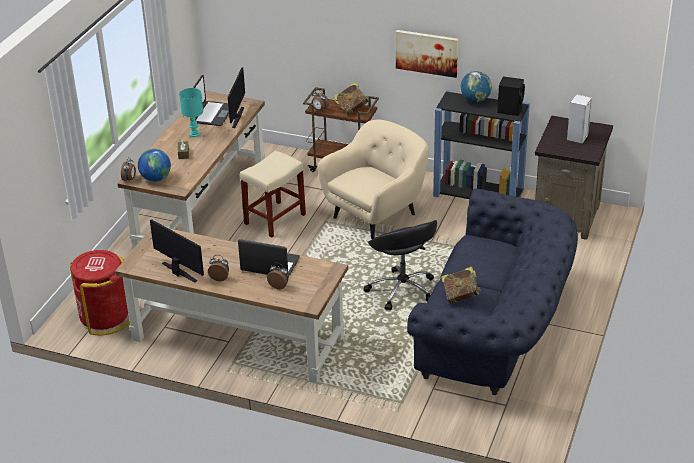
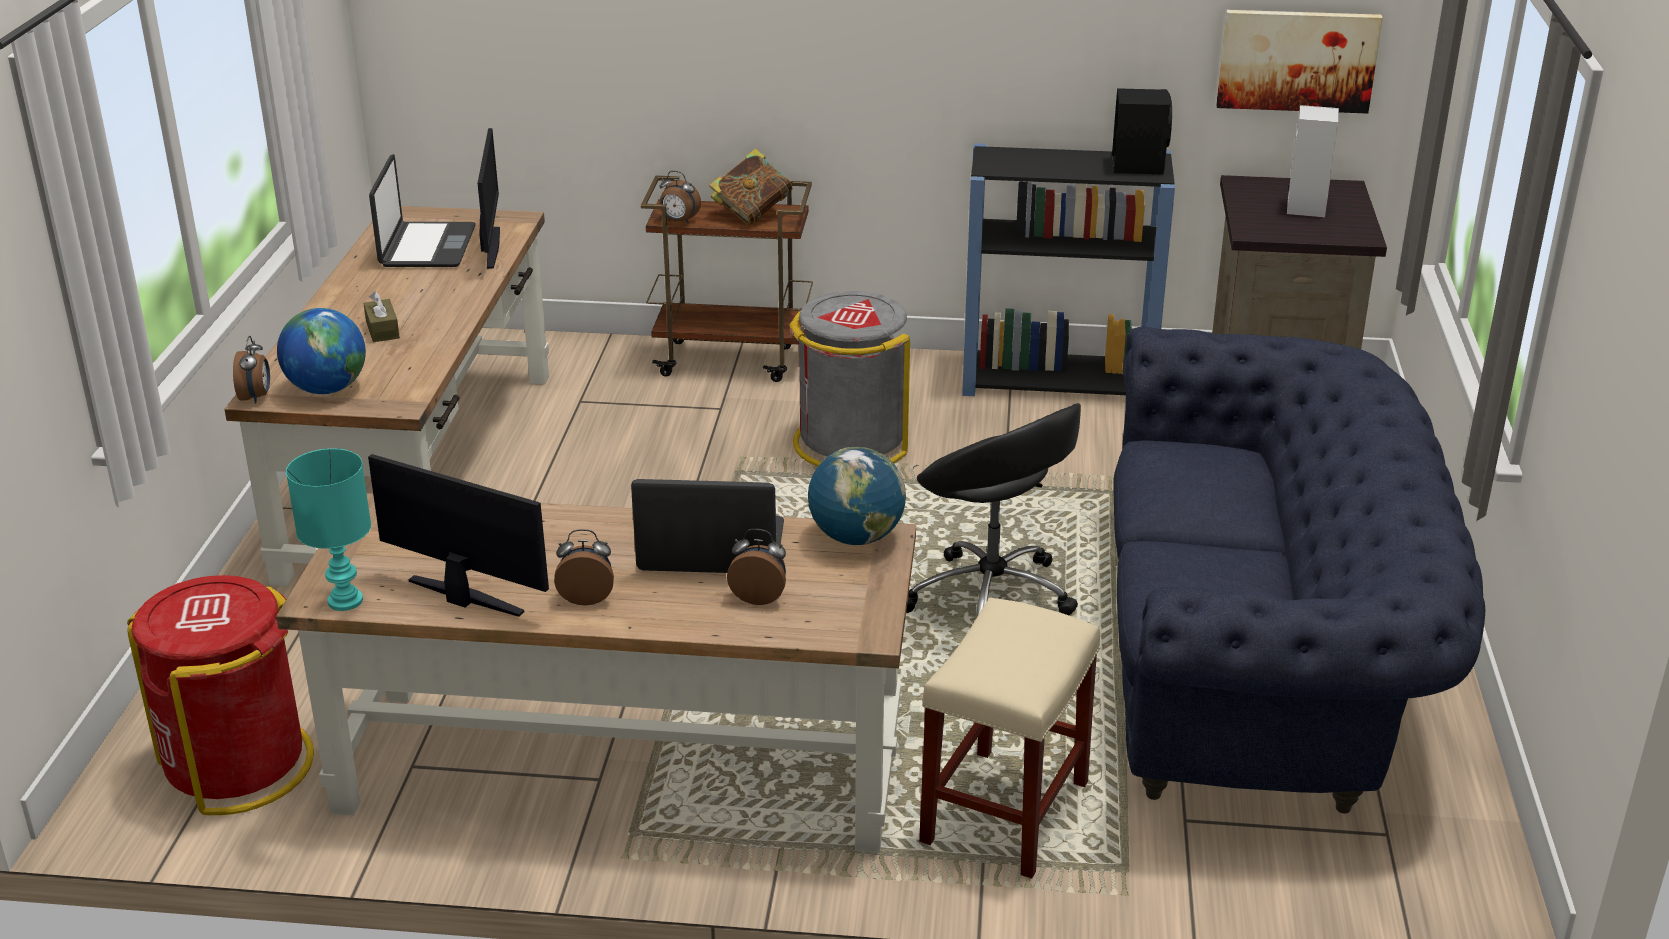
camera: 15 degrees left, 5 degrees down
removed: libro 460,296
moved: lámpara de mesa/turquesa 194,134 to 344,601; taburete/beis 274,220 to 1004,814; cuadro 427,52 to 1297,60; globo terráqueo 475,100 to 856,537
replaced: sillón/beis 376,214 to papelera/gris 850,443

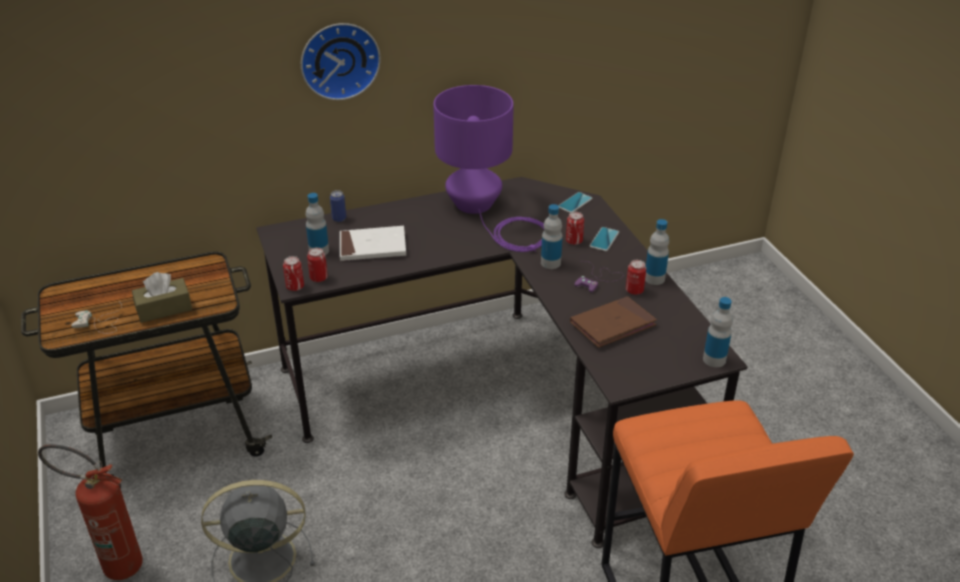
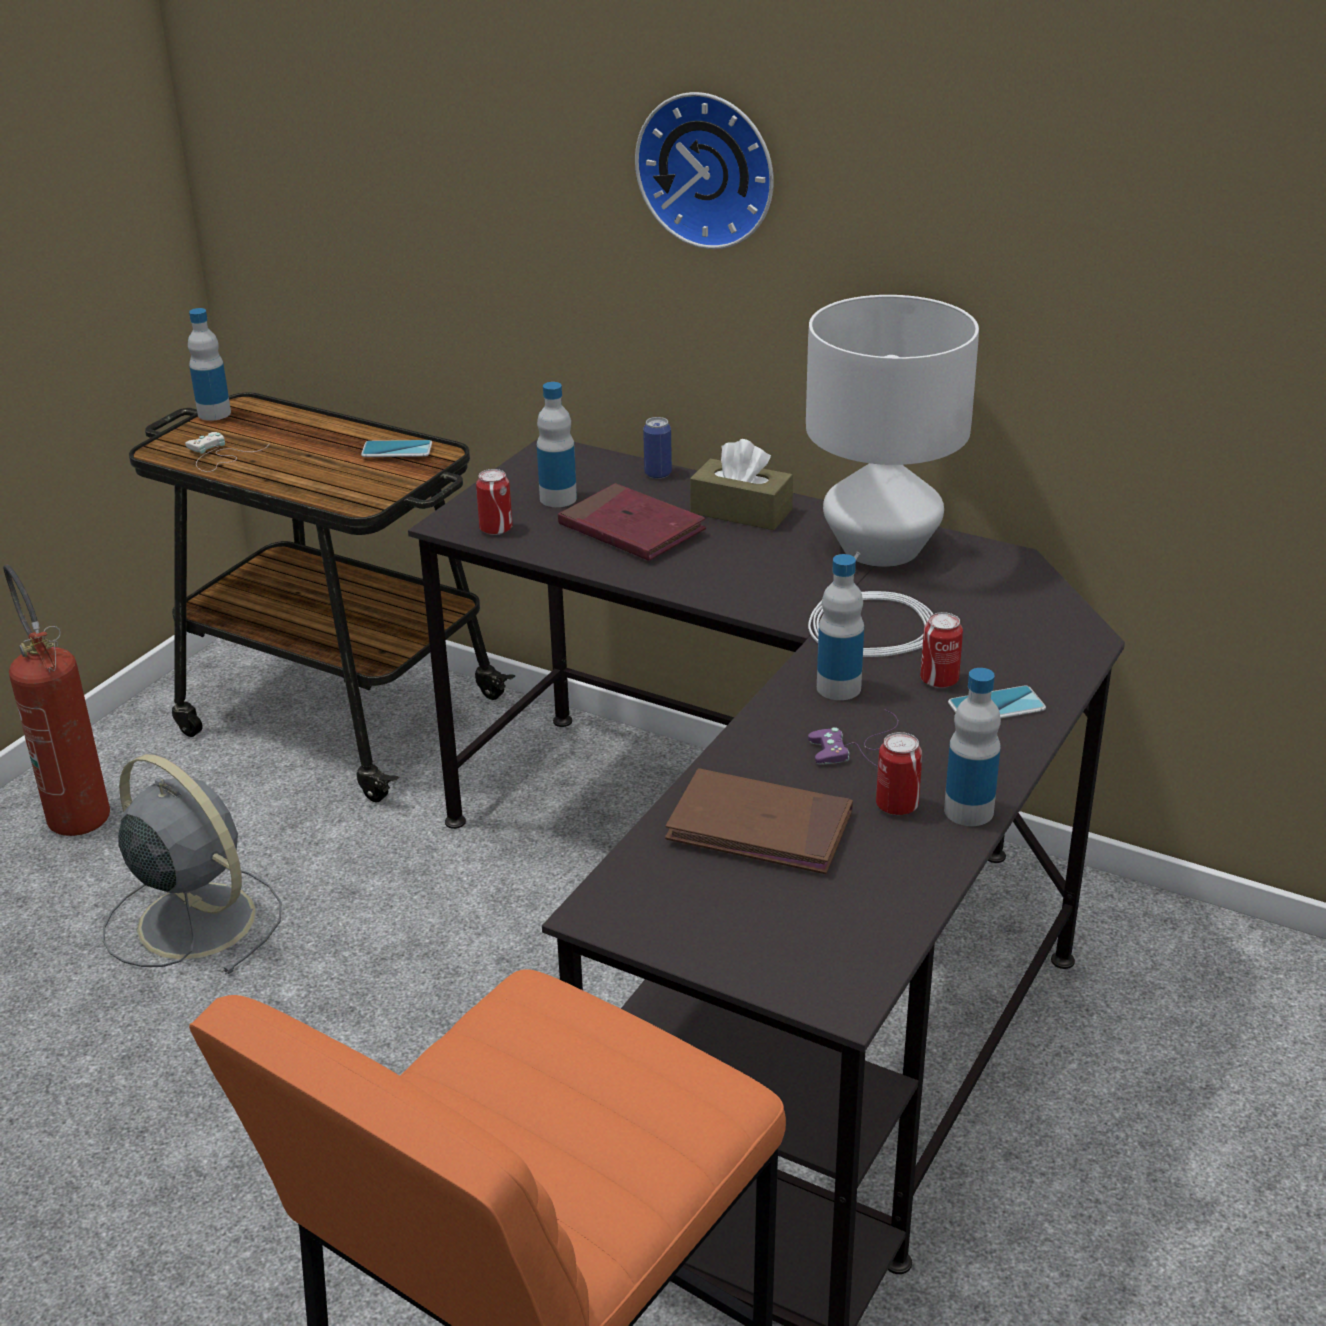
camera: 50 degrees right, 5 degrees down
removed: lata 295,287
moved: caja de pañuelos/marrón 164,308 to 741,511; móvil 575,203 to 397,450; botella 714,359 to 214,413
recoloured: libro/blanco 373,247 to libro/rojo 631,529; lámpara de mesa/morado 491,215 to lámpara de mesa/gris 877,577

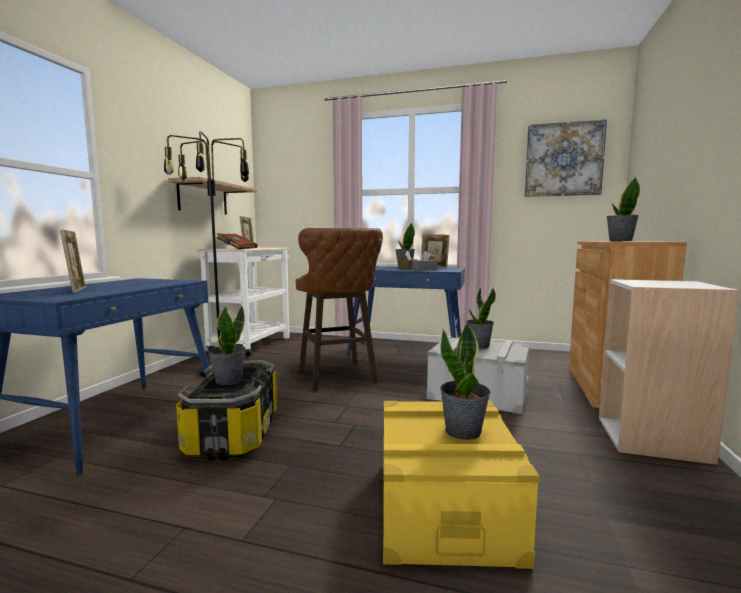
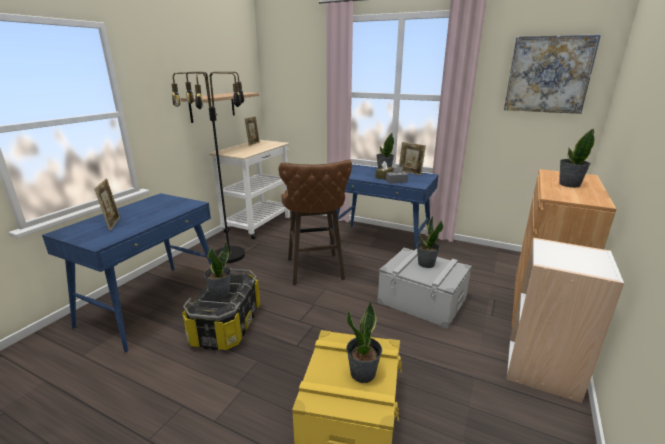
camera: 10 degrees right, 15 degrees up
removed: libro/marrón 236,248

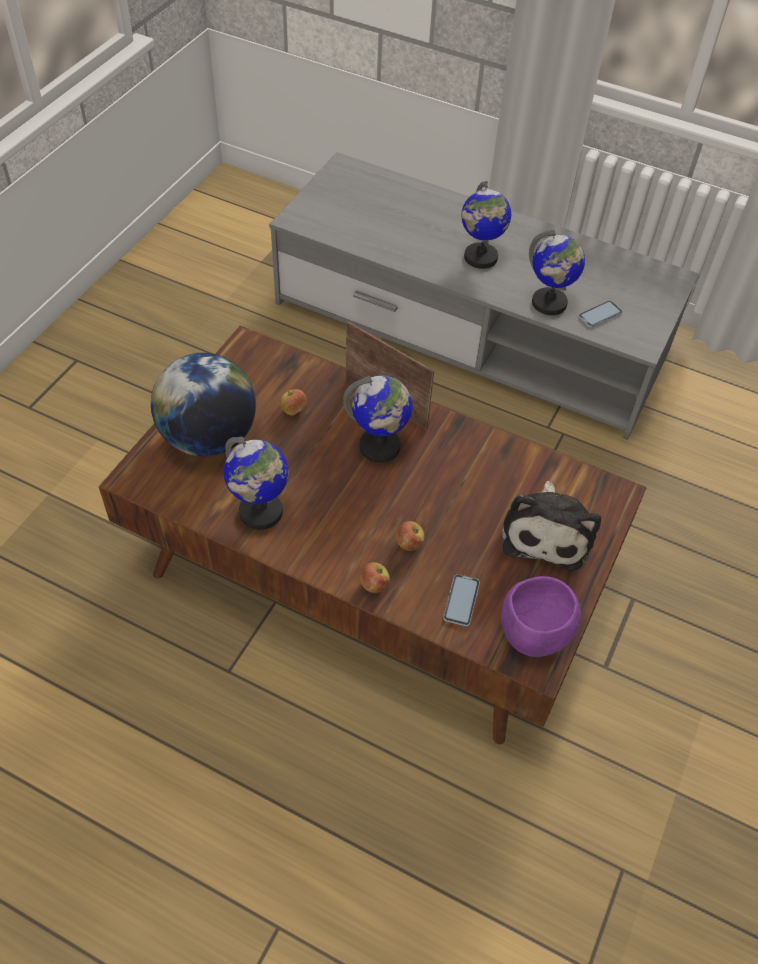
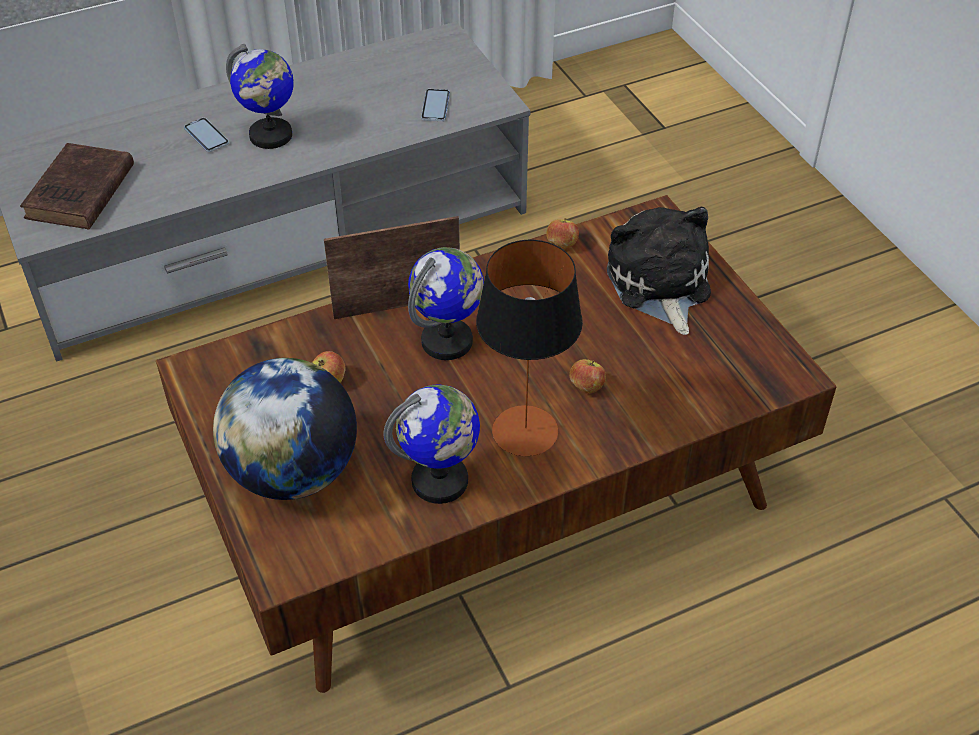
camera: 50 degrees left, 5 degrees down
removed: cuenco/morado 532,634; globo terráqueo 549,303
added: libro/marrón 79,194; lámpara de mesa 525,431
moved: manzana 374,585 to 562,244; móvil 461,601 to 206,136
turned: peluche 547,532 = 659,284 150 degrees counterclockwise

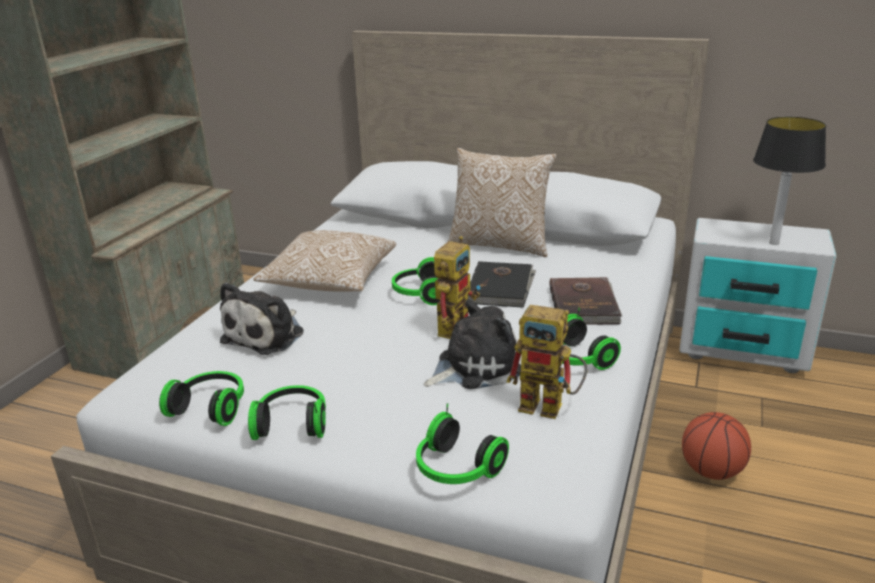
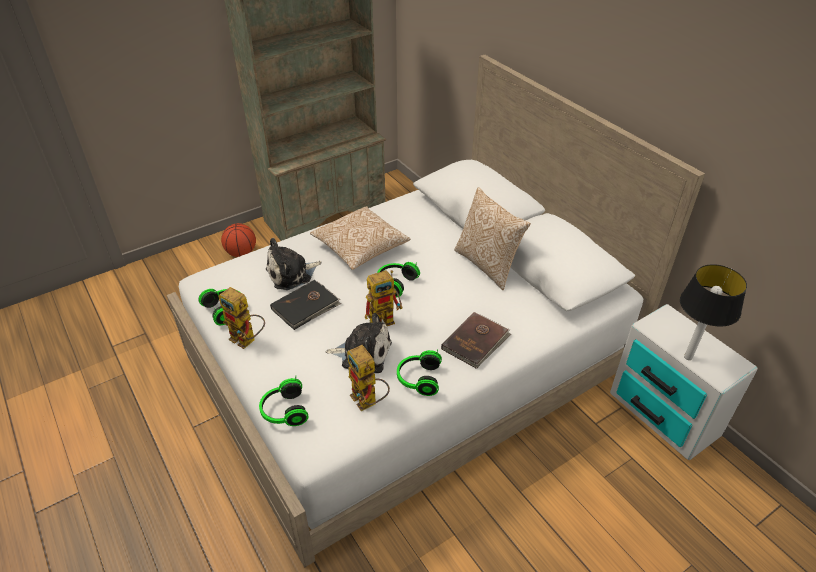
camera: 35 degrees right, 15 degrees up
moved: libro/negro 501,287 to 306,307; balón de baloncesto 711,471 to 241,253
replaced: auriculares 292,424 to robot de juguete 247,340

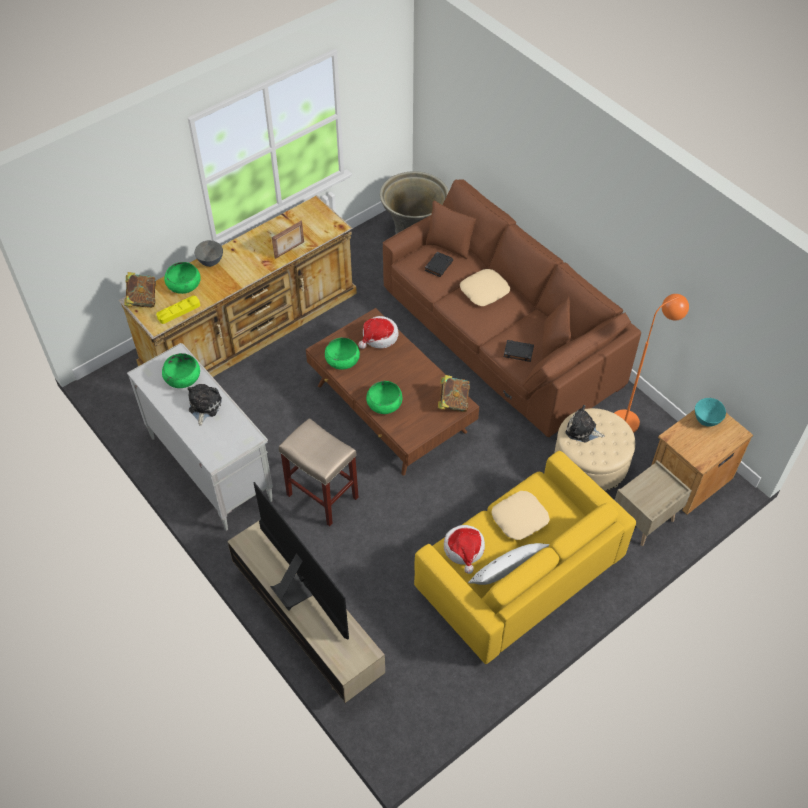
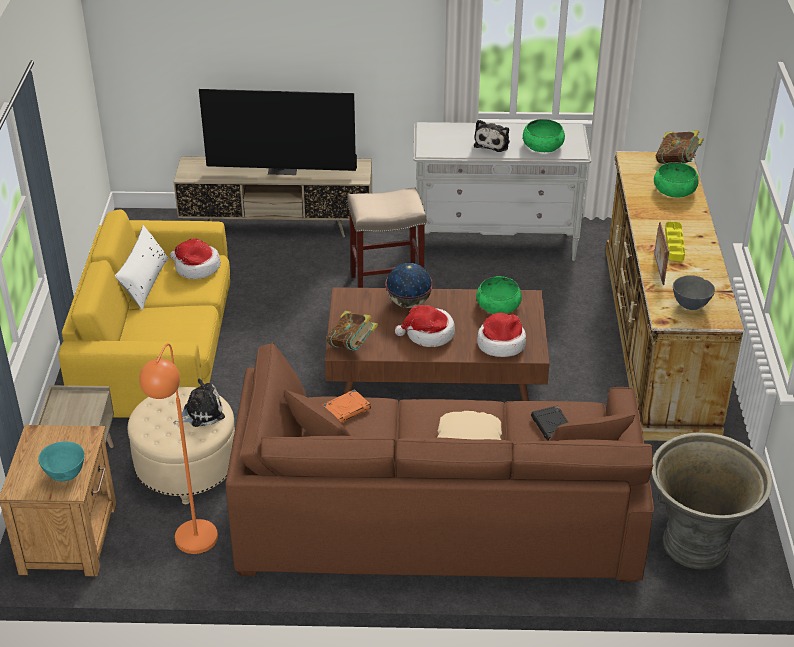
camera: 130 degrees right, 15 degrees down
removed: cojín/beis 519,518
added: sombrero 428,334
moved: bandeja/amarillo 178,311 to 674,244; cuenco/gris 210,262 to 690,305
replaced: cuenco/verde 384,403 to globo terráqueo 408,303
recoloured: libro/negro 518,352 to libro/naranja 346,409
turned: peluche 204,406 = 493,143 60 degrees clockwise

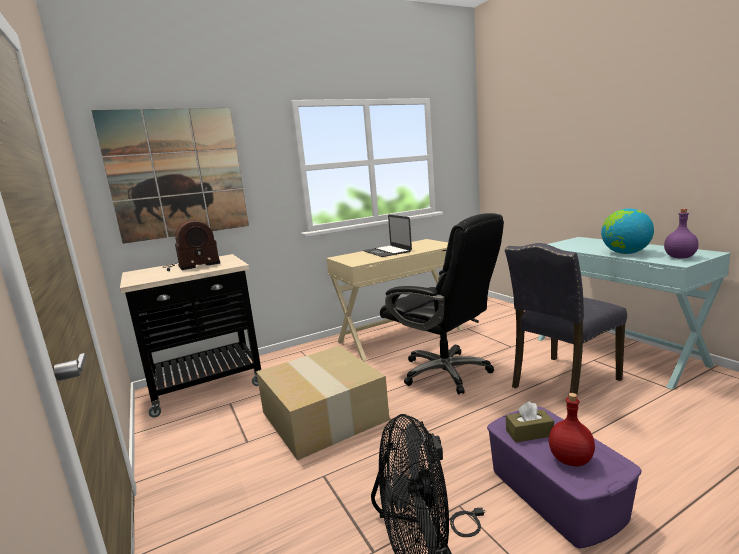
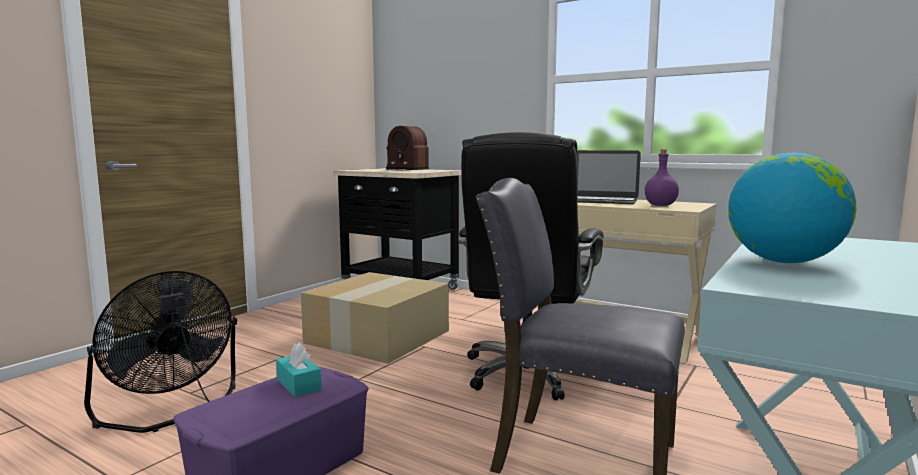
camera: 60 degrees right, 5 degrees down
removed: cuadro 177,173; botella/rojo 570,460
moved: botella/morado 679,257 to 660,205
recoloured: caja de pañuelos/marrón 529,433 to caja de pañuelos/turquesa 298,385
turned: portátil 387,251 = 602,201 105 degrees counterclockwise

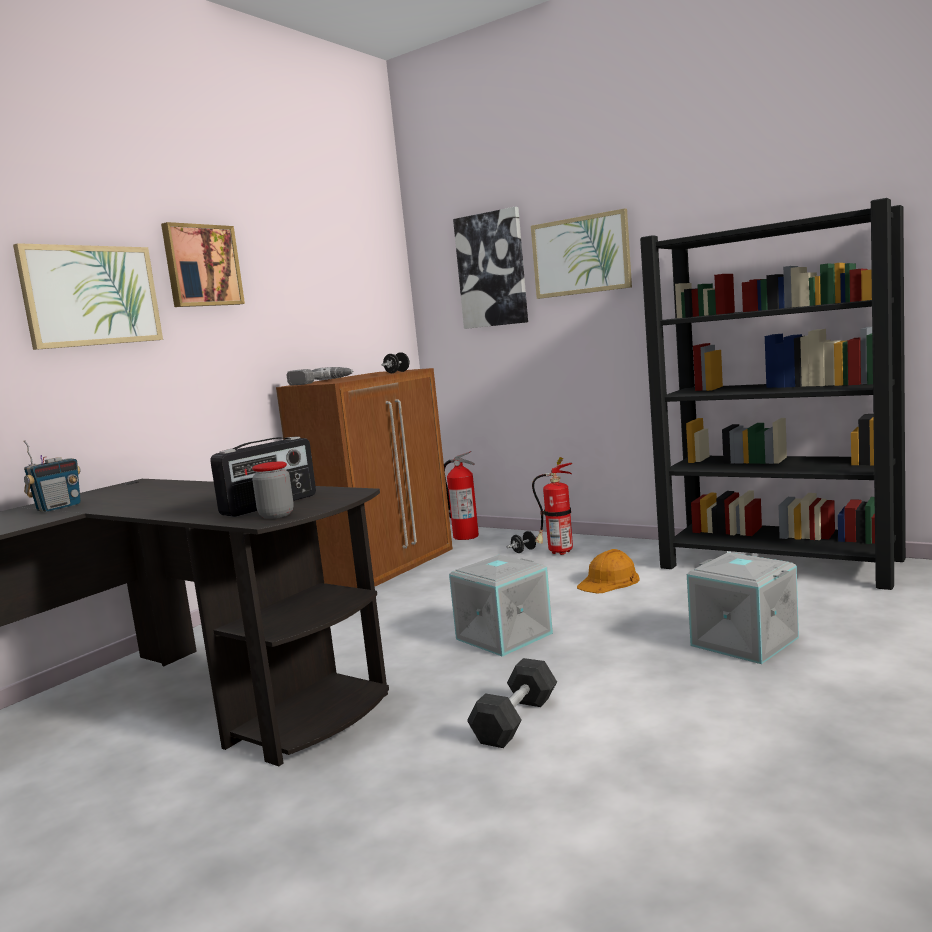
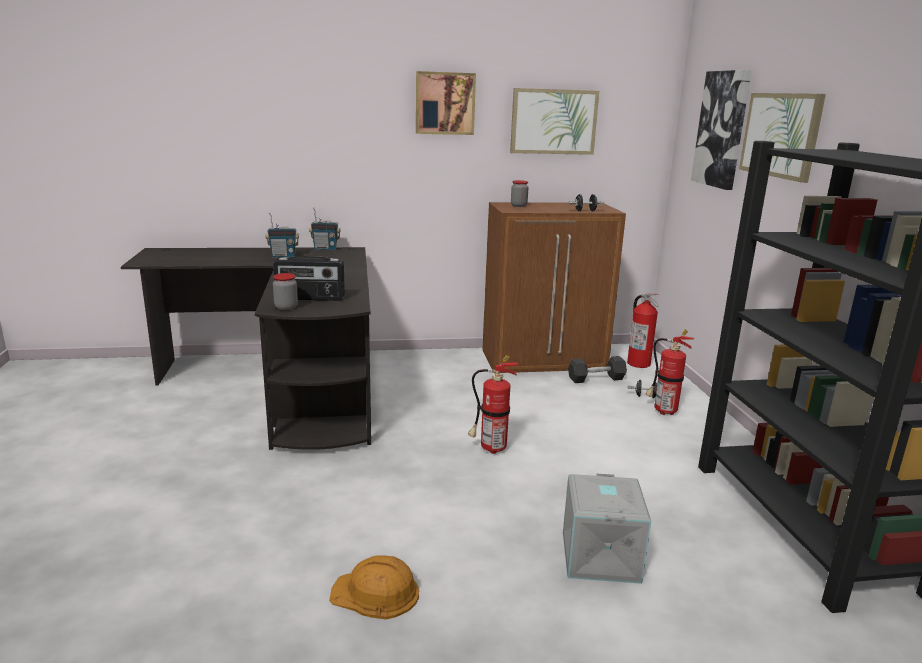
camera: 45 degrees right, 10 degrees up
added: radio 325,248
moved: cuadro 91,296 to 553,121; mancuerna/gris 515,720 to 596,379; casco/naranja 609,581 to 376,593
replaced: taladro 321,382 to tarro 518,205; caja de almacenaje/gris 503,635 to extintor 490,449

